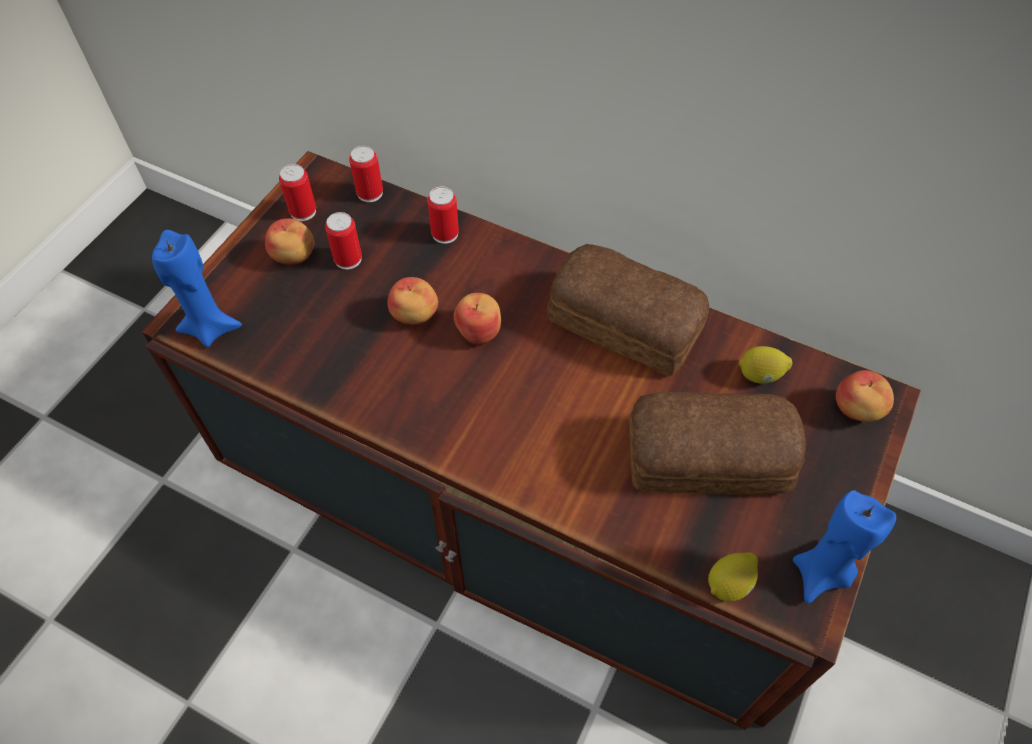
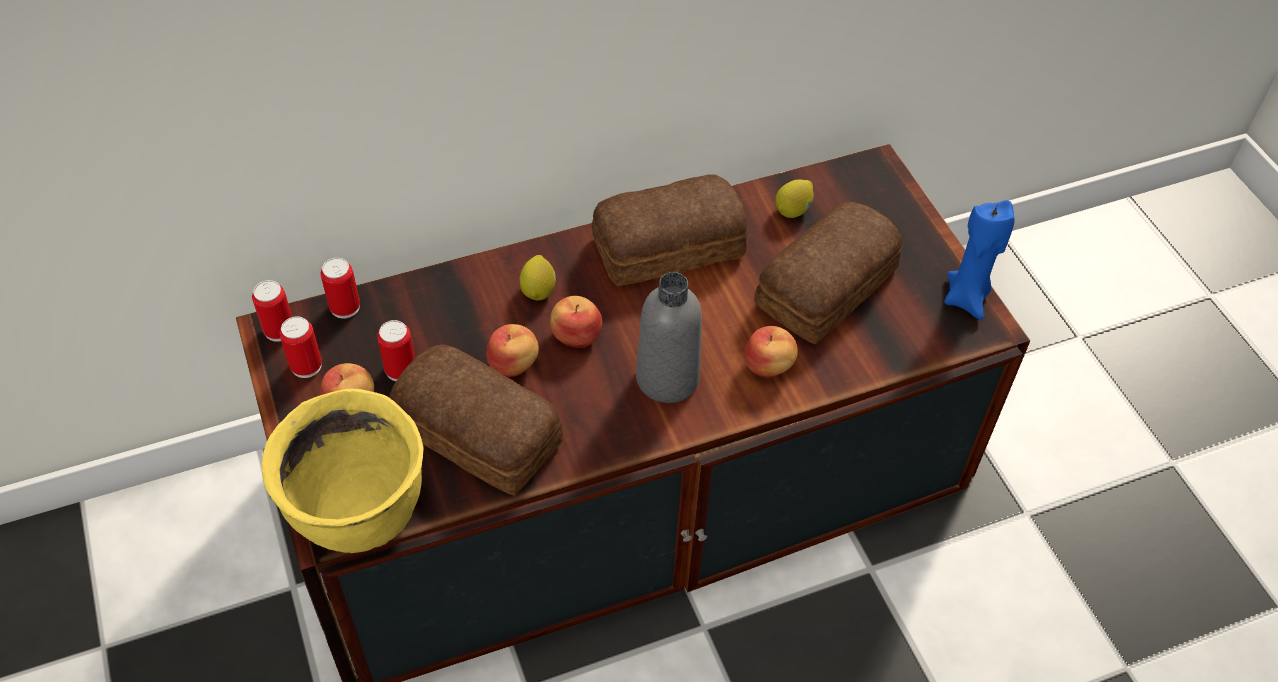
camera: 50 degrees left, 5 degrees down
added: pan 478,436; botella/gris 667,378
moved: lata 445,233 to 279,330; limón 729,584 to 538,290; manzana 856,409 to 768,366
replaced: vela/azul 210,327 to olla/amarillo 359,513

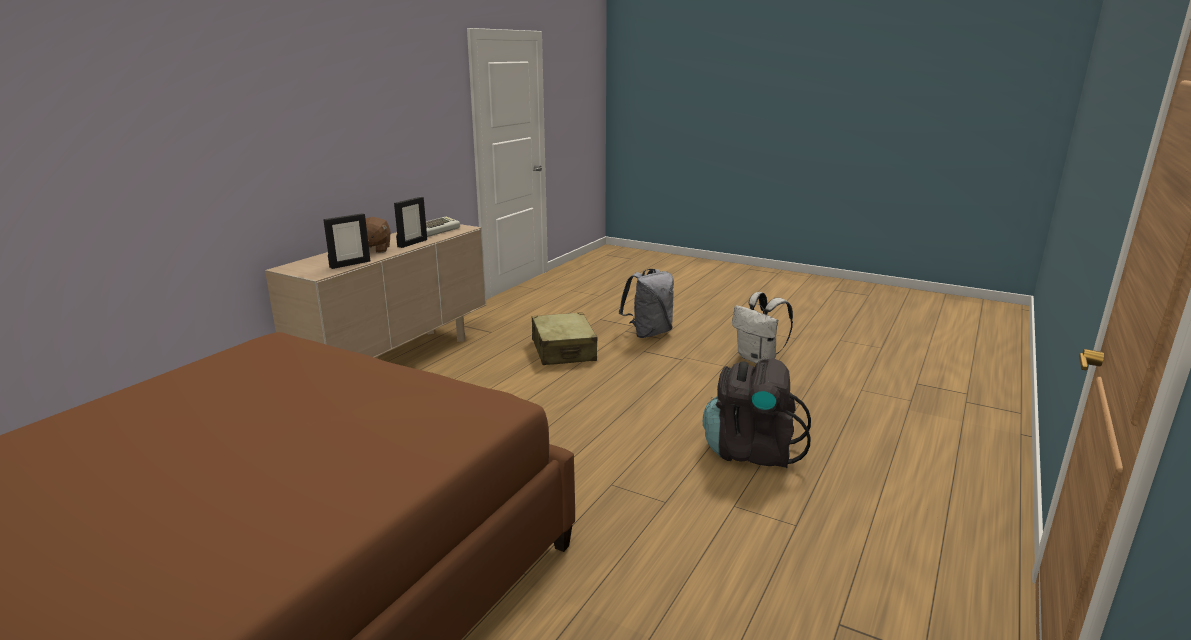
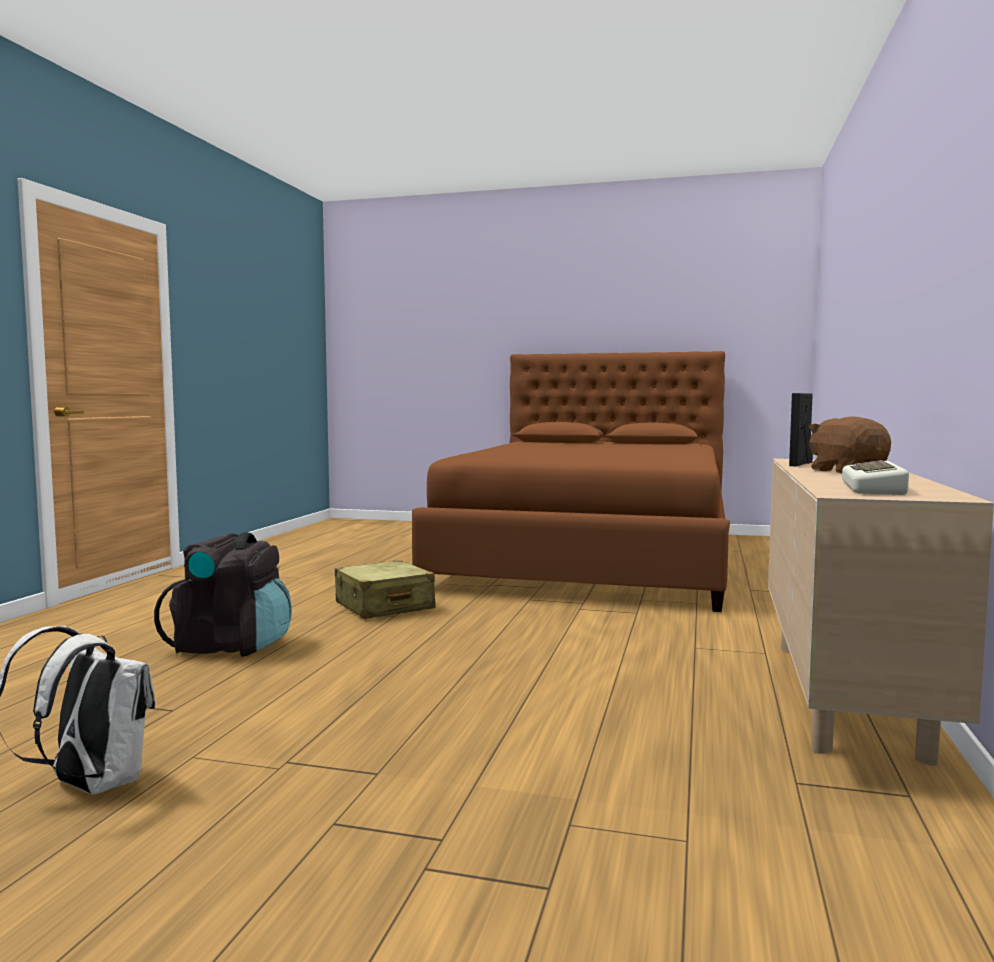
camera: 165 degrees right, 15 degrees down
removed: portarretratos 412,243; mochila/gris 648,333
moved: maleta/beis 563,350 to 384,606

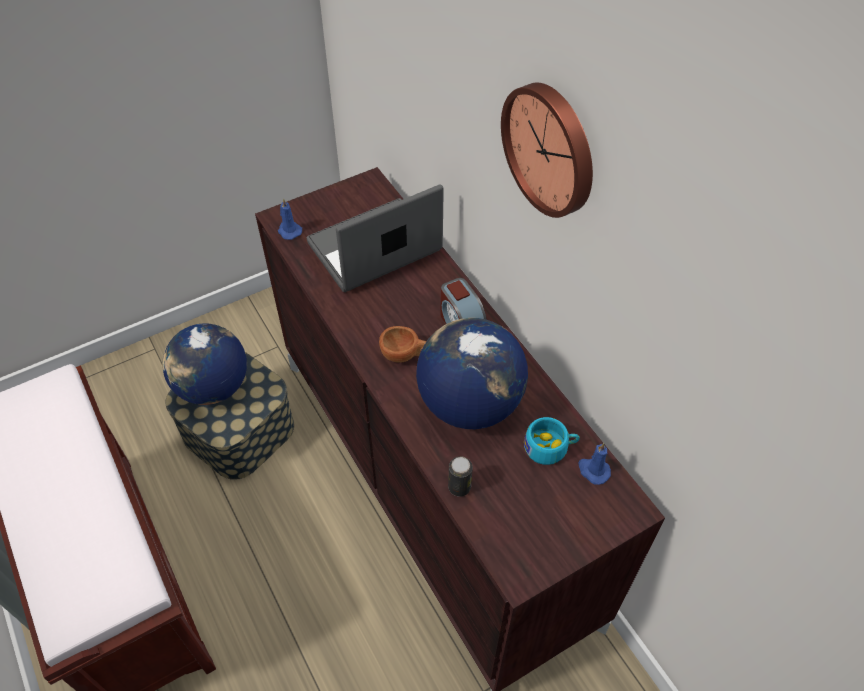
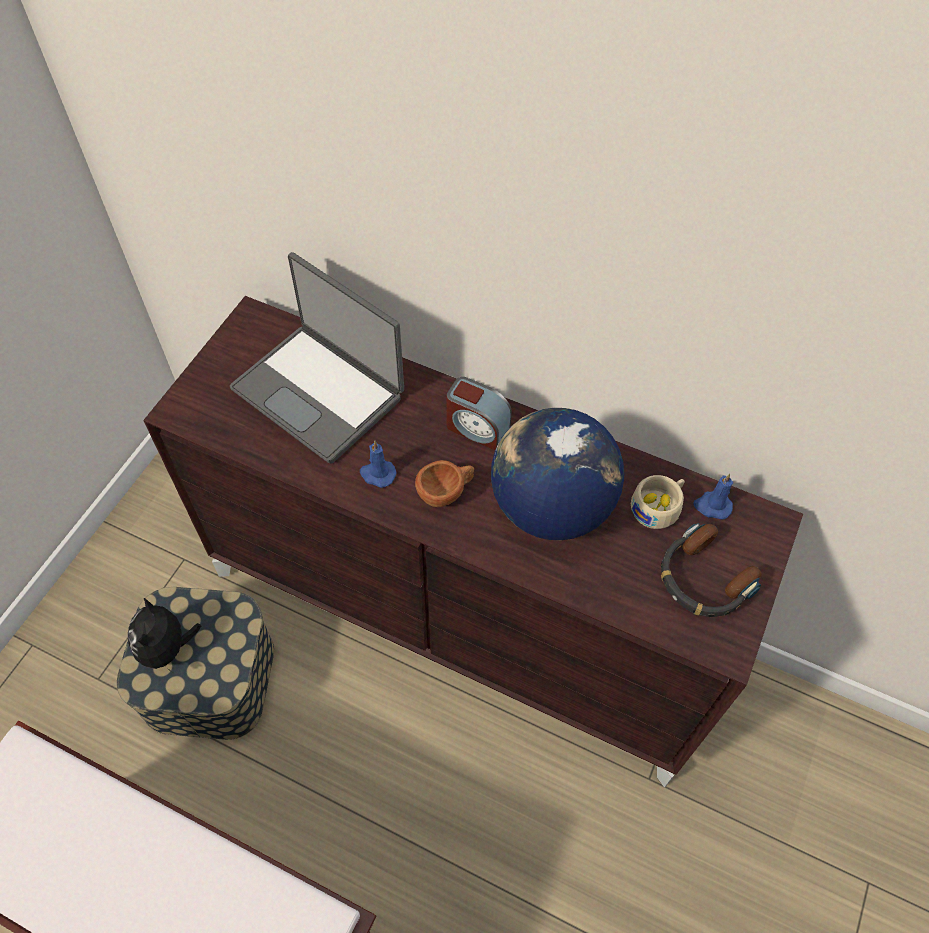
camera: 35 degrees left, 5 degrees up
removed: lata 459,487; reloj de pared 551,148
added: auriculares 702,579
moved: vela/azul 289,231 to 377,474
replaced: globo terráqueo 213,387 to peluche 167,648
recoloured: taza/turquesa 550,447 to taza/beis 658,506
turned: portátil 375,249 = 320,392 75 degrees counterclockwise

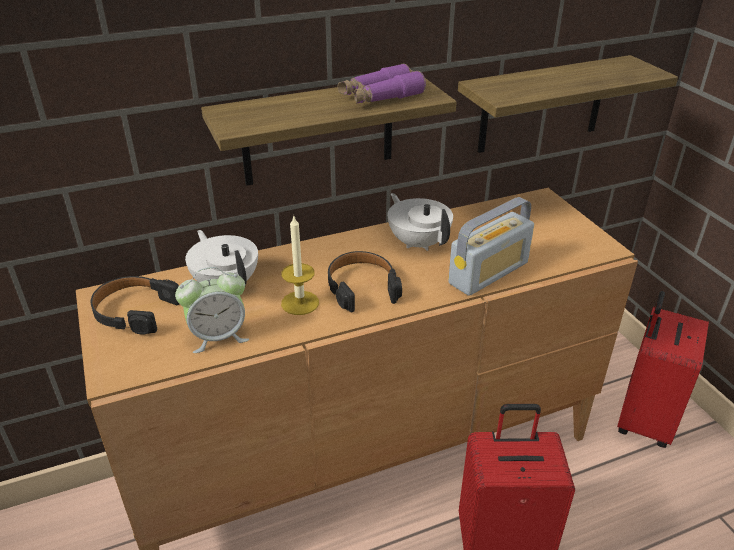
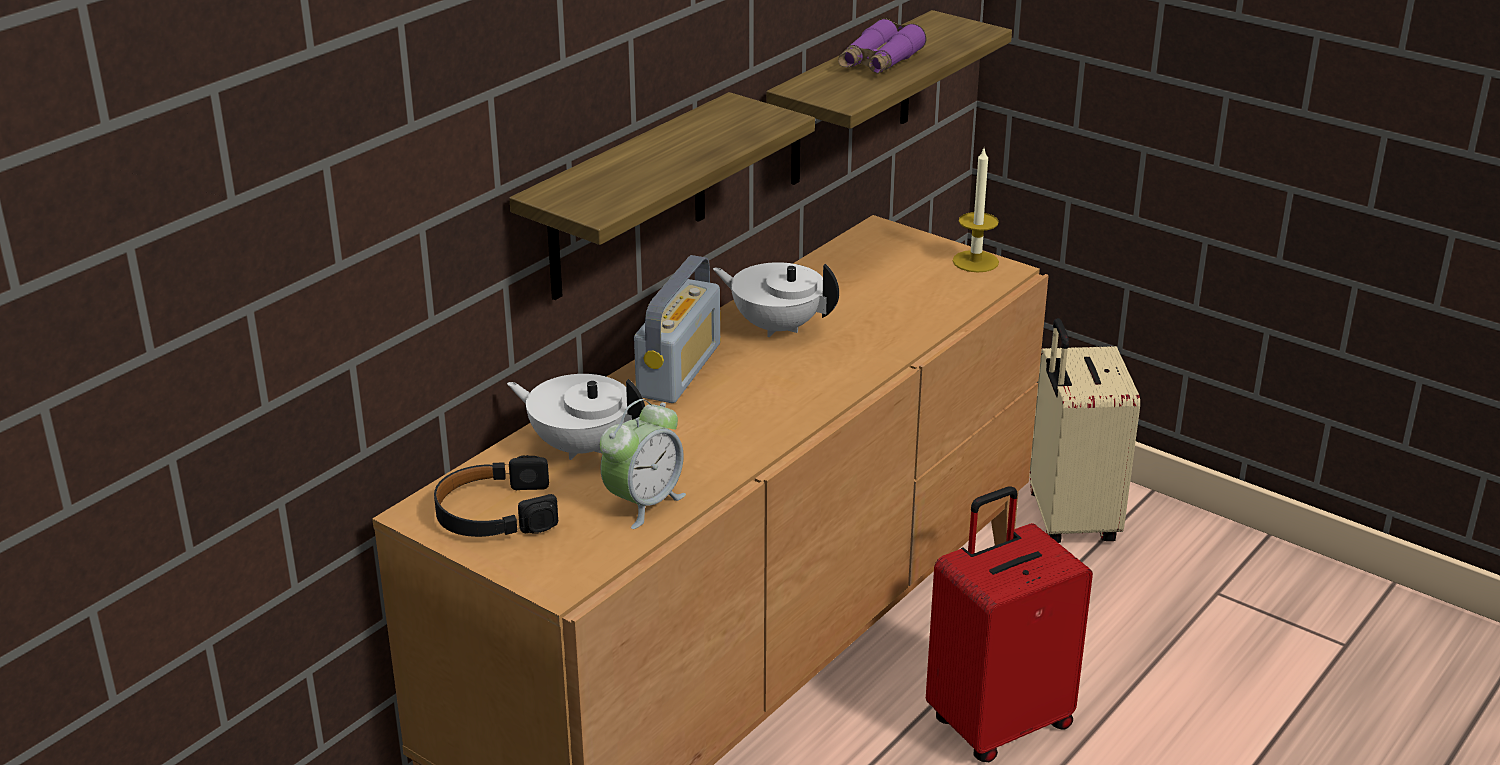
camera: 30 degrees left, 5 degrees down
removed: auriculares/negro 362,287
moved: vela 300,303 to 975,261; prismáticos/morado 380,96 to 879,62; radio 488,273 to 679,370
recoloured: maleta/rojo 643,420 to maleta/beis 1069,519

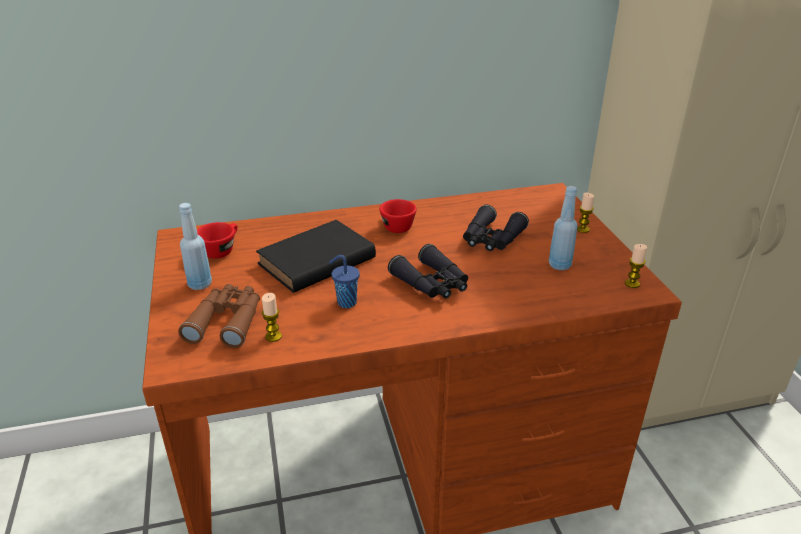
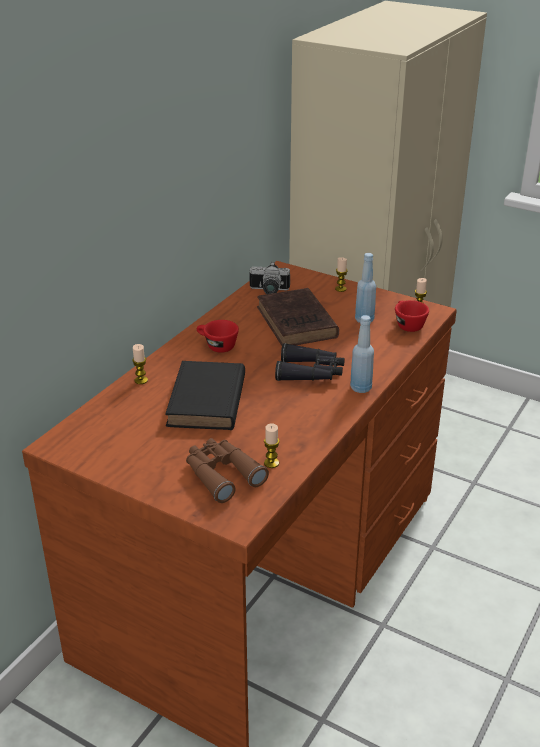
camera: 45 degrees left, 0 degrees up
removed: taza/azul 345,302
added: vela 141,380; cámara 268,291
moved: botella/azul 200,284 to 361,388; taza/rojo 221,250 to 407,324
replaced: prismáticos/negro 491,239 to libro/marrón 297,324

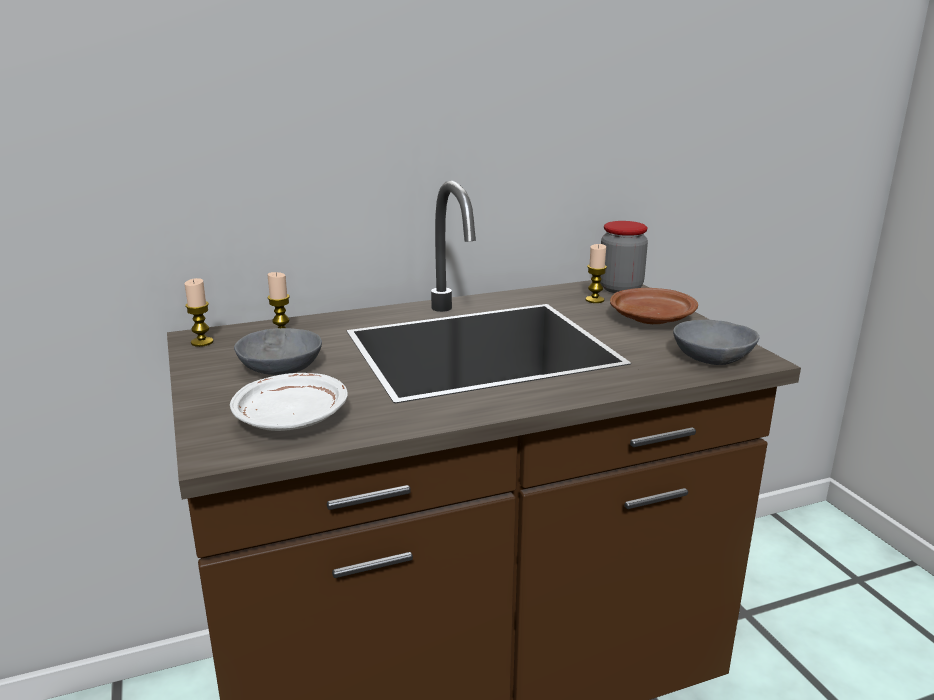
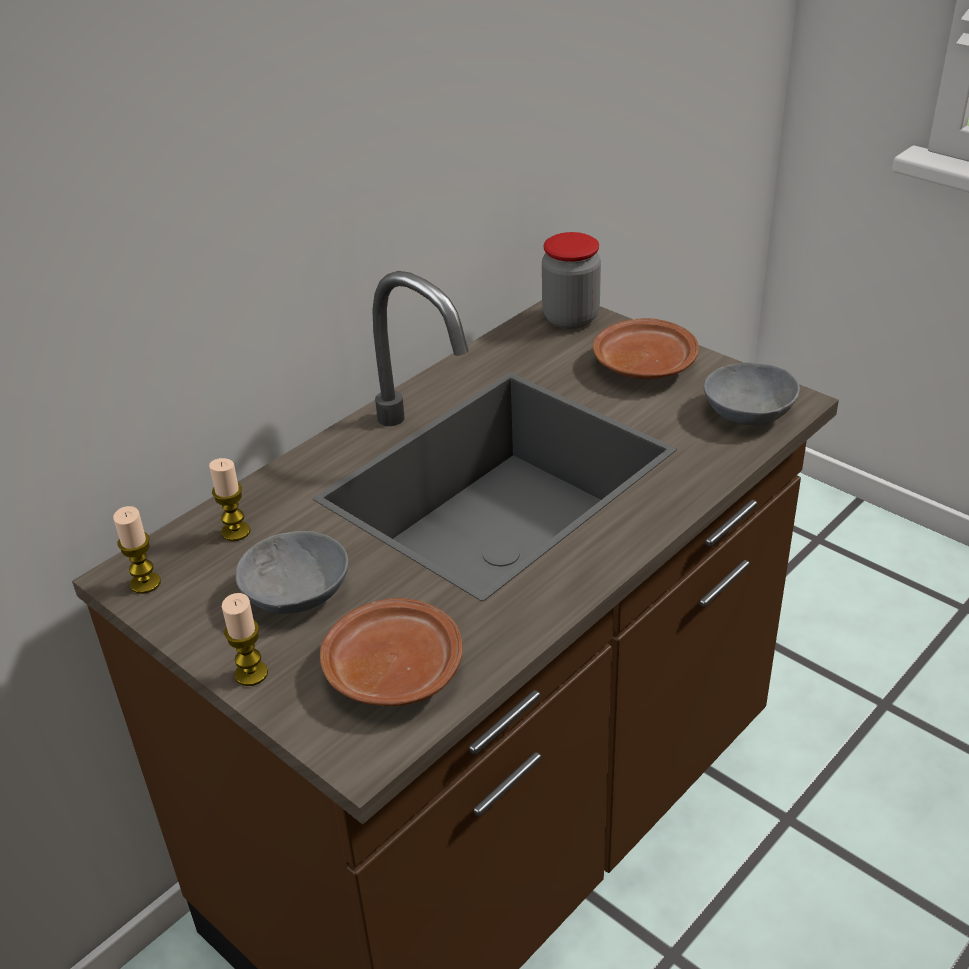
camera: 25 degrees left, 15 degrees up
moved: vela 594,300 to 251,674
recoloured: plato/blanco 291,418 to plato/marrón 393,669

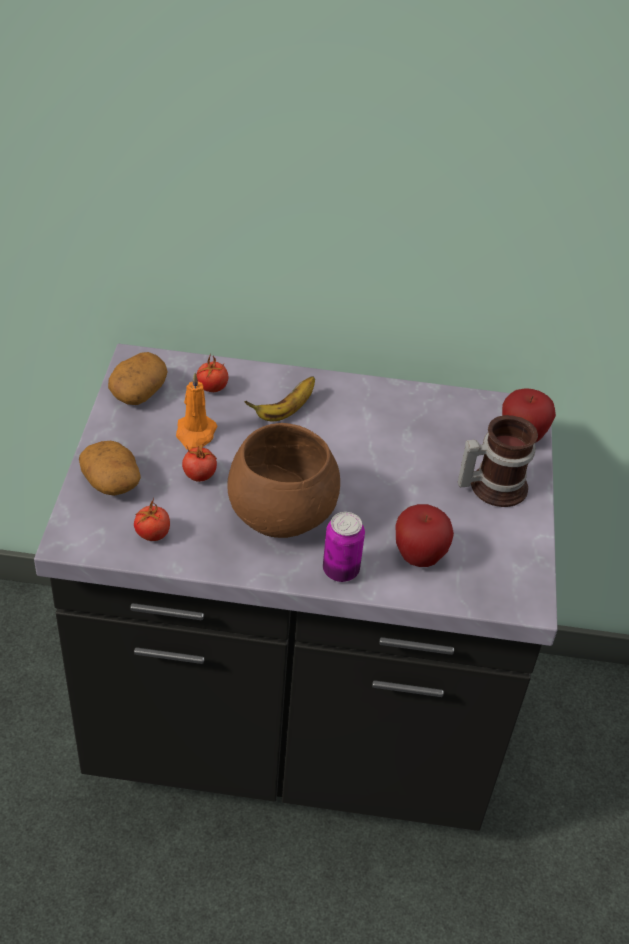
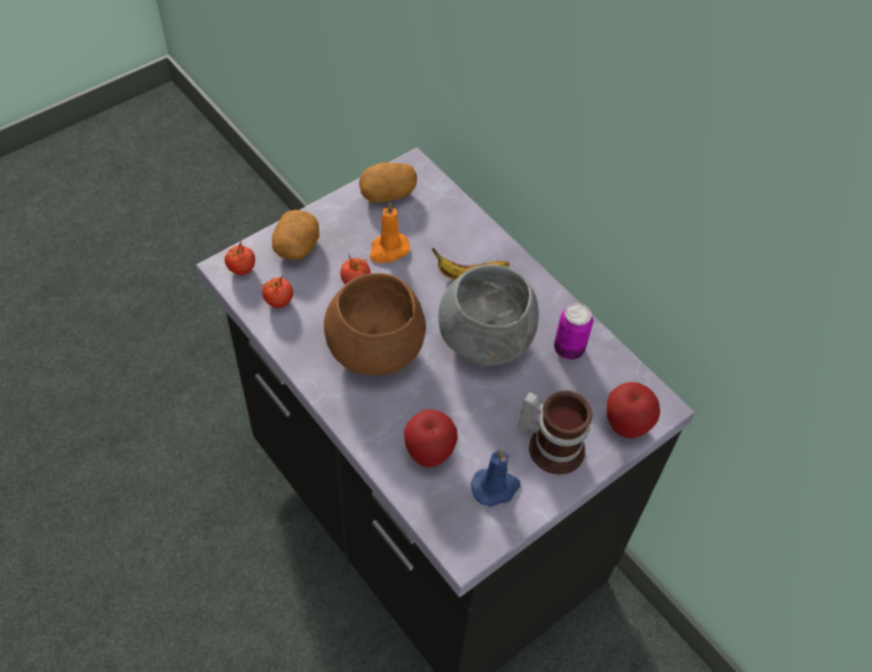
camera: 45 degrees right, 10 degrees up
added: cuenco/gris 485,340; vela/azul 496,487
moved: tomate 212,388 to 241,268; lata 340,570 to 569,349

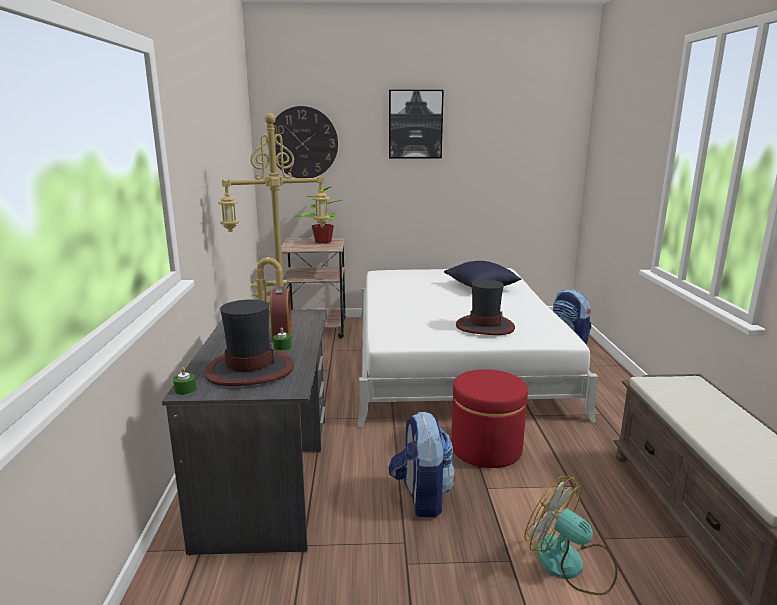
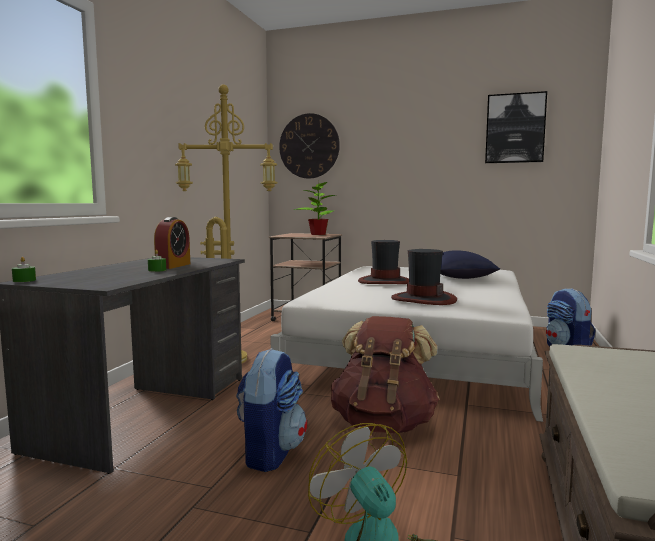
camera: 20 degrees right, 10 degrees down
moved: sombrero 249,369 to 384,281; cuadro 415,124 to 515,128
replaced: puf/rojo 486,448 to mochila/marrón 383,424

